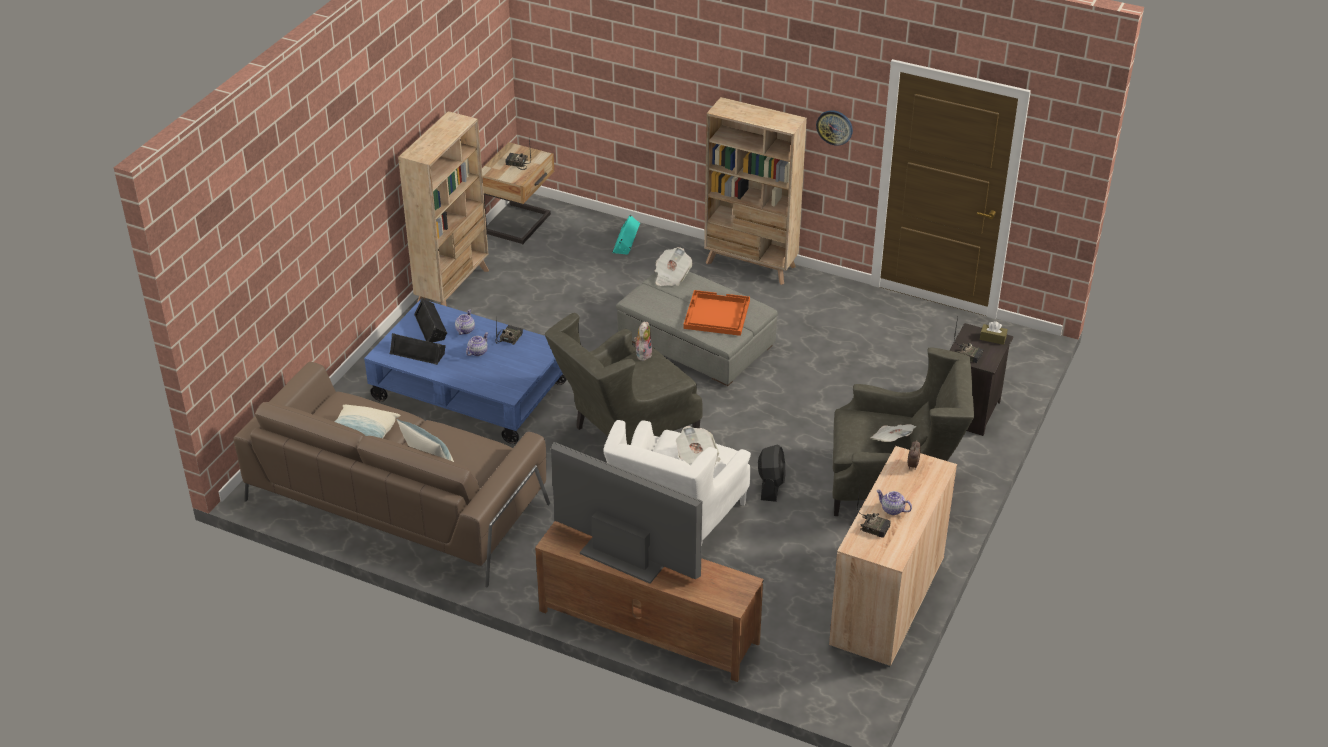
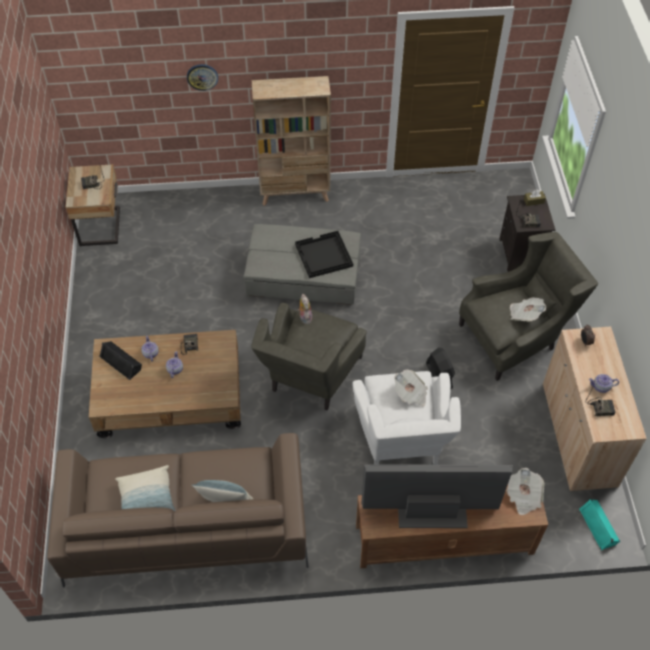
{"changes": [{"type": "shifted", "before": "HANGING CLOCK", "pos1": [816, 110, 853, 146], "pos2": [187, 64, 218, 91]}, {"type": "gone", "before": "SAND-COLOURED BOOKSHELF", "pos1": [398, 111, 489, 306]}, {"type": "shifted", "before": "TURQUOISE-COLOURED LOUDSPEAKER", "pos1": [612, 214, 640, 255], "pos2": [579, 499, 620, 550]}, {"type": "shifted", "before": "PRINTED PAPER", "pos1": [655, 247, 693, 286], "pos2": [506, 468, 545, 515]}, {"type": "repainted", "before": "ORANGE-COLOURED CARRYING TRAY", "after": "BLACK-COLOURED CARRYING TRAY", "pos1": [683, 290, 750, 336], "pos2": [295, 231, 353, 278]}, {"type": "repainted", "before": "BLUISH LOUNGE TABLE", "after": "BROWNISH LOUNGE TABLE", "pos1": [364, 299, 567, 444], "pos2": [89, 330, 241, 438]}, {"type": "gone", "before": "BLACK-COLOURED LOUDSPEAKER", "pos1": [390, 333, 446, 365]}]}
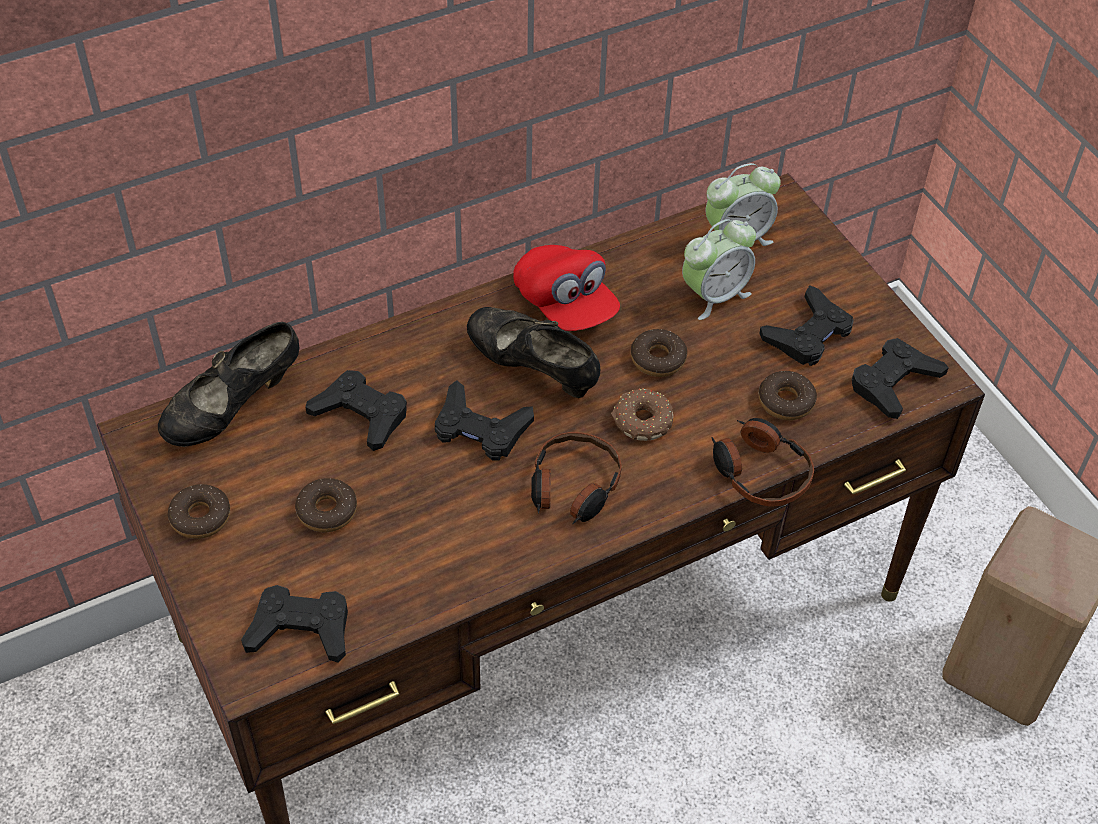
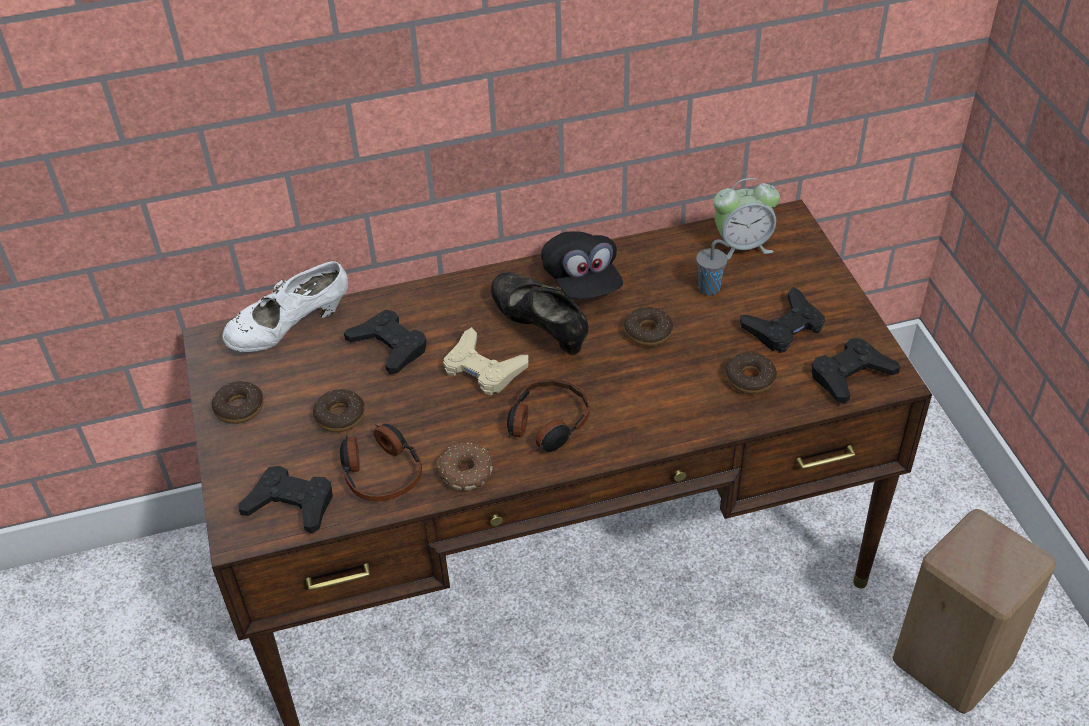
{"changes": [{"type": "swapped", "before": "ALARM CLOCK", "after": "GREYISH SMALL CUP", "pos1": [682, 219, 756, 320], "pos2": [696, 239, 730, 295]}, {"type": "repainted", "before": "RED-COLOURED CAP", "after": "BLACK-COLOURED CAP", "pos1": [513, 245, 620, 331], "pos2": [541, 231, 623, 299]}, {"type": "repainted", "before": "BLACK-COLOURED SHOE", "after": "WHITISH SHOE", "pos1": [158, 322, 299, 447], "pos2": [222, 261, 348, 352]}, {"type": "repainted", "before": "BLACK-COLOURED JOYPAD", "after": "SAND-COLOURED JOYPAD", "pos1": [435, 380, 534, 461], "pos2": [443, 327, 529, 395]}, {"type": "shifted", "before": "DOUGHNUT", "pos1": [611, 389, 673, 441], "pos2": [436, 442, 494, 490]}, {"type": "shifted", "before": "HEADSET", "pos1": [711, 418, 814, 507], "pos2": [340, 423, 422, 501]}]}
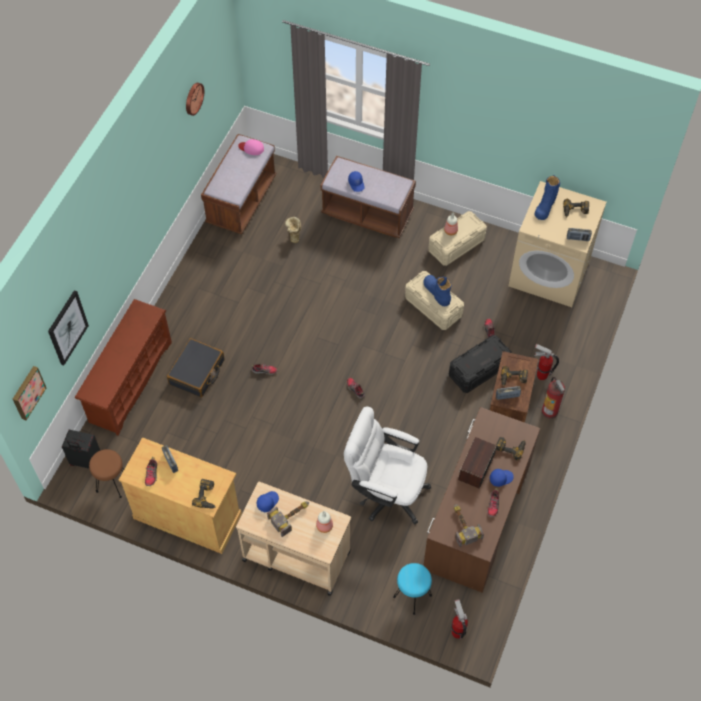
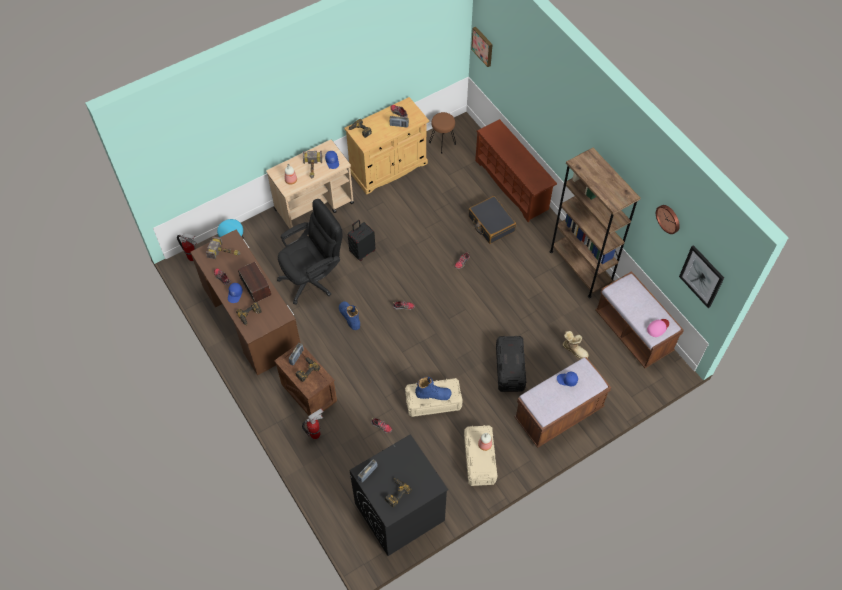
{"changes": [{"type": "shifted", "before": "BLUISH BOOT", "pos1": [535, 175, 560, 220], "pos2": [339, 301, 360, 330]}, {"type": "repainted", "before": "SAND-COLOURED LAUNDRY APPLIANCE", "after": "BLACK-COLOURED LAUNDRY APPLIANCE", "pos1": [508, 181, 607, 307], "pos2": [350, 434, 448, 556]}, {"type": "shifted", "before": "PICTURE", "pos1": [48, 290, 89, 366], "pos2": [679, 245, 724, 308]}, {"type": "shifted", "before": "BLACK-COLOURED STORAGE BOX", "pos1": [449, 335, 512, 393], "pos2": [496, 336, 527, 392]}, {"type": "gone", "before": "FIRE EXTINGUISHER", "pos1": [542, 377, 565, 419]}, {"type": "repainted", "before": "WHITISH COMPUTER CHAIR", "after": "BLACK-COLOURED COMPUTER CHAIR", "pos1": [344, 406, 431, 525], "pos2": [277, 199, 343, 305]}, {"type": "shifted", "before": "BLACK-COLOURED PIECE OF LUGGAGE", "pos1": [62, 430, 100, 469], "pos2": [348, 220, 375, 261]}, {"type": "new", "after": "BROWNISH BOOKSHELF", "pos2": [550, 148, 641, 298]}]}
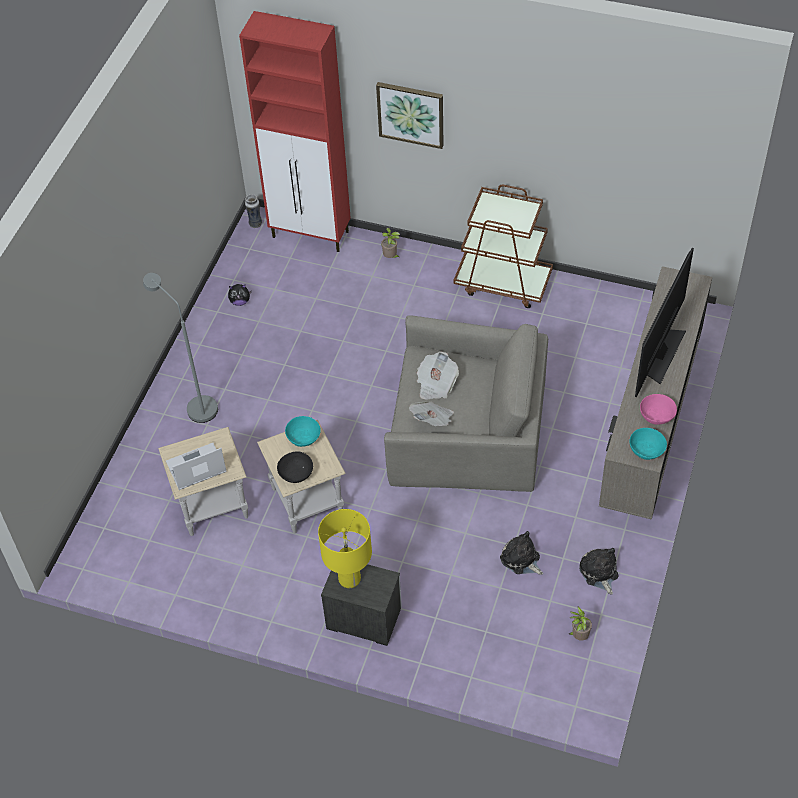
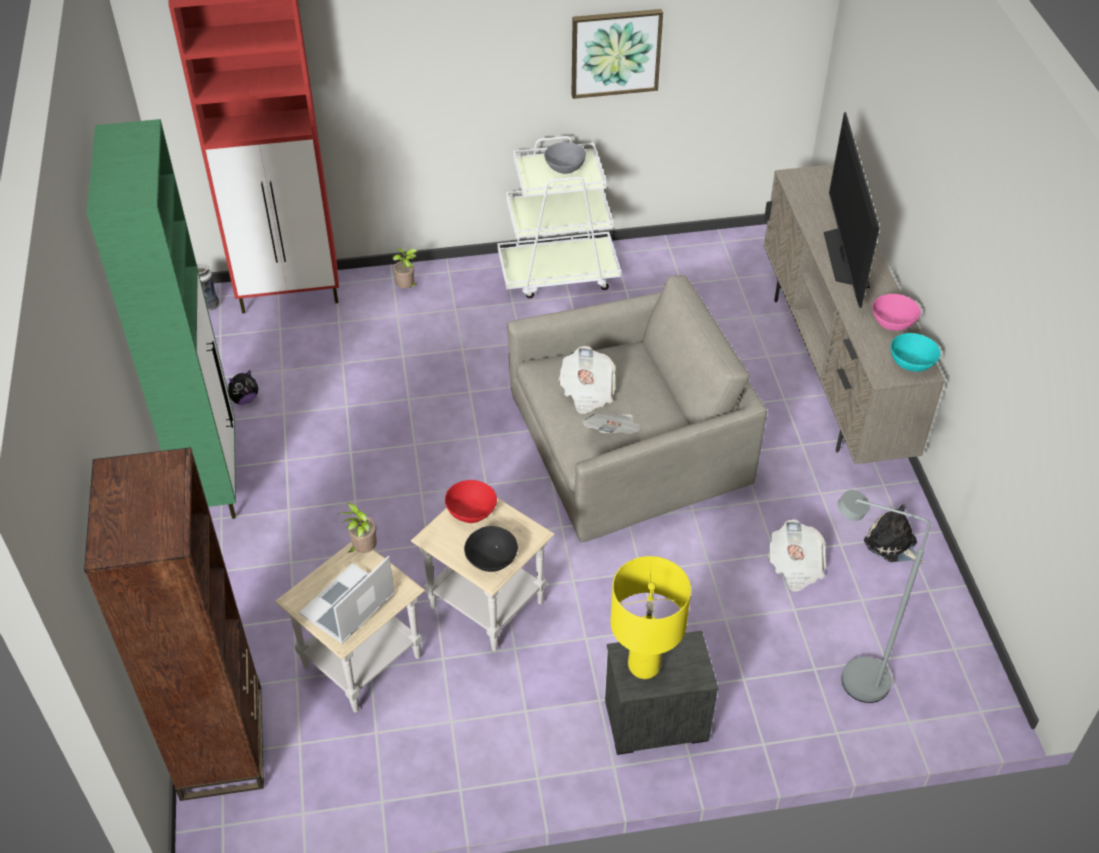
{"changes": [{"type": "shifted", "before": "PICTURE", "pos1": [376, 82, 444, 149], "pos2": [571, 9, 663, 99]}, {"type": "repainted", "before": "BROWNISH CART", "after": "WHITISH CART", "pos1": [454, 184, 553, 308], "pos2": [498, 136, 621, 298]}, {"type": "shifted", "before": "GREYISH STANDING LAMP", "pos1": [143, 273, 218, 423], "pos2": [838, 490, 930, 703]}, {"type": "repainted", "before": "TURQUOISE-COLOURED DEEP DISH", "after": "RED-COLOURED DEEP DISH", "pos1": [285, 416, 321, 447], "pos2": [445, 480, 497, 523]}, {"type": "swapped", "before": "PLUSH TOY", "after": "PRINTED PAPER", "pos1": [500, 531, 543, 575], "pos2": [768, 519, 826, 592]}, {"type": "shifted", "before": "PLANT IN A POT", "pos1": [569, 607, 592, 641], "pos2": [339, 503, 377, 553]}, {"type": "new", "after": "GREENISH CUPBOARD", "pos2": [87, 119, 236, 519]}, {"type": "new", "after": "GREYISH DEEP DISH", "pos2": [544, 142, 586, 174]}, {"type": "new", "after": "BROWNISH BOOKSHELF", "pos2": [84, 447, 264, 801]}]}
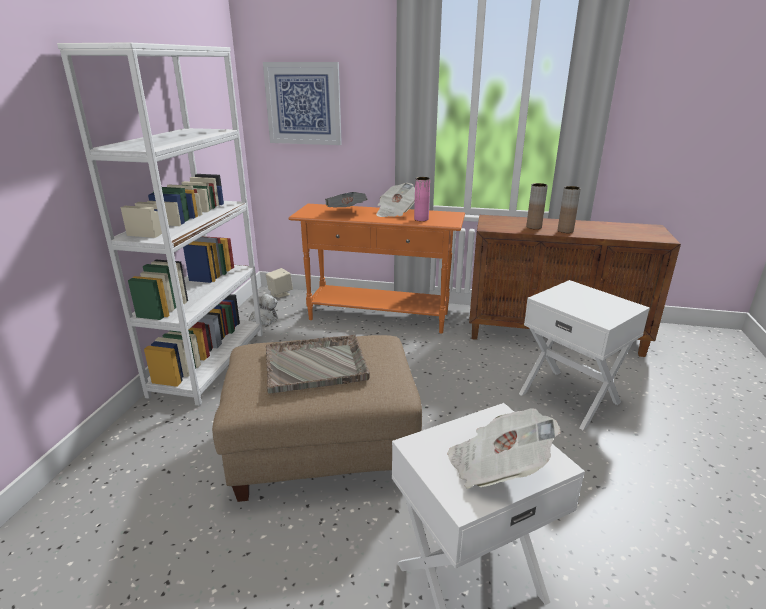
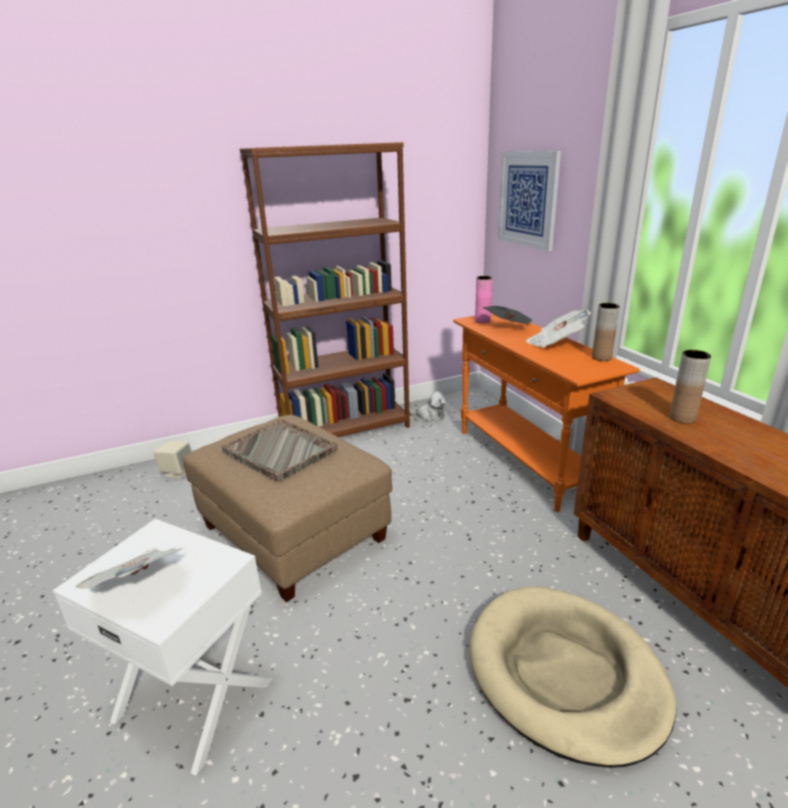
{"changes": [{"type": "repainted", "before": "WHITISH BOOKSHELF", "after": "BROWNISH BOOKSHELF", "pos1": [57, 43, 263, 406], "pos2": [240, 142, 410, 437]}, {"type": "shifted", "before": "PINKISH VASE", "pos1": [414, 177, 430, 221], "pos2": [475, 276, 493, 323]}, {"type": "shifted", "before": "BROWNISH VASE", "pos1": [558, 186, 581, 233], "pos2": [592, 303, 620, 361]}, {"type": "shifted", "before": "SAND-COLOURED LOUDSPEAKER", "pos1": [266, 268, 293, 298], "pos2": [154, 441, 192, 479]}, {"type": "swapped", "before": "WHITISH SIDE TABLE", "after": "SAND-COLOURED PET BED", "pos1": [519, 280, 650, 430], "pos2": [470, 586, 677, 768]}]}
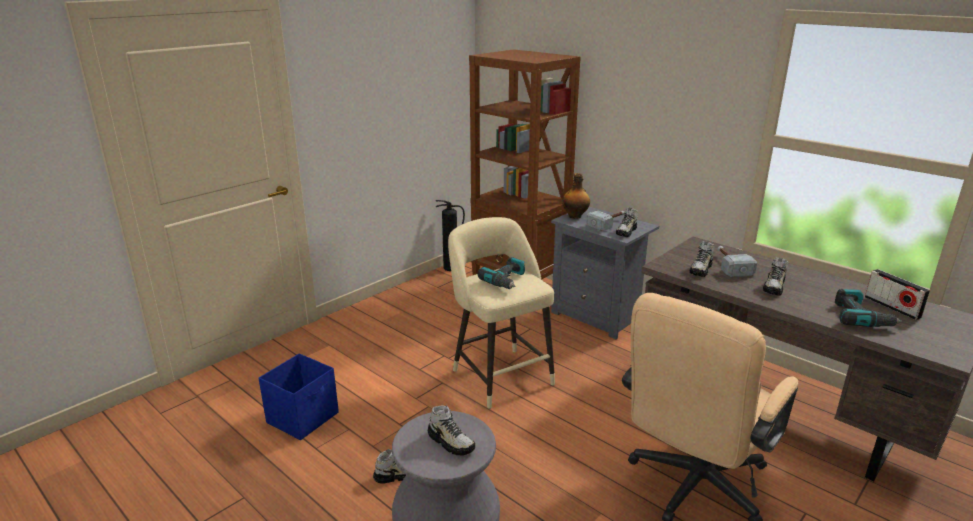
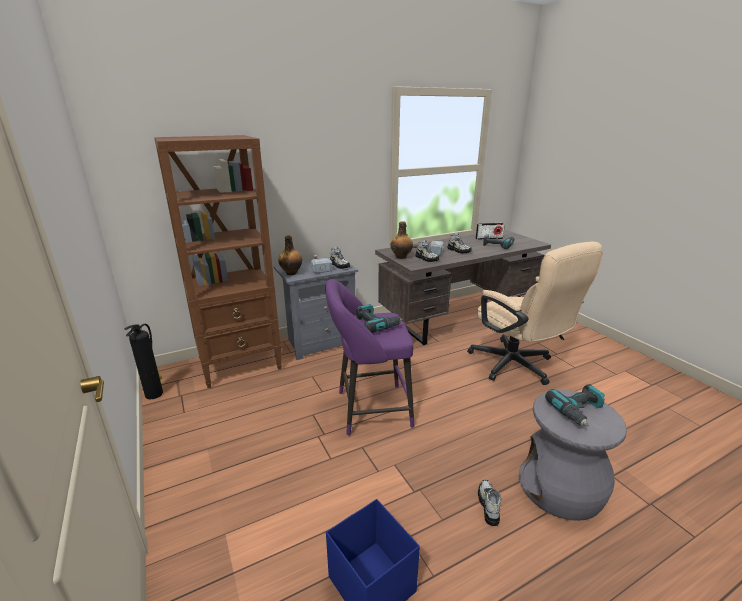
{"changes": [{"type": "repainted", "before": "SAND-COLOURED STOOL SEAT", "after": "PURPLE STOOL SEAT", "pos1": [448, 217, 555, 409], "pos2": [325, 279, 414, 436]}, {"type": "swapped", "before": "SHOE", "after": "POWER DRILL", "pos1": [428, 405, 475, 456], "pos2": [545, 384, 605, 426]}, {"type": "new", "after": "DRINK BOTTLE", "pos2": [390, 221, 413, 259]}]}
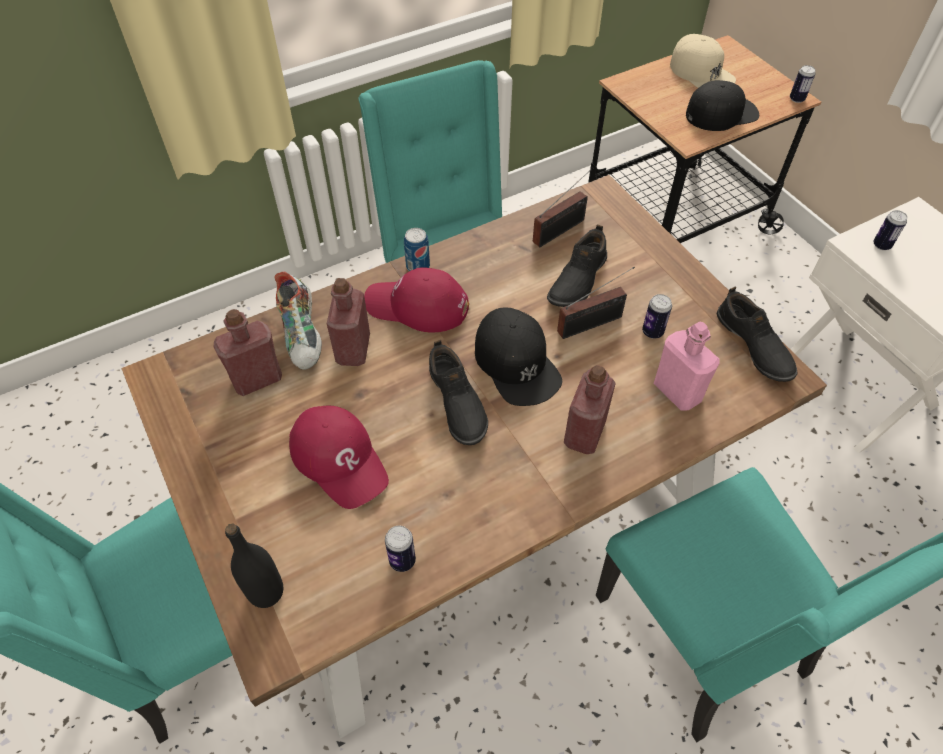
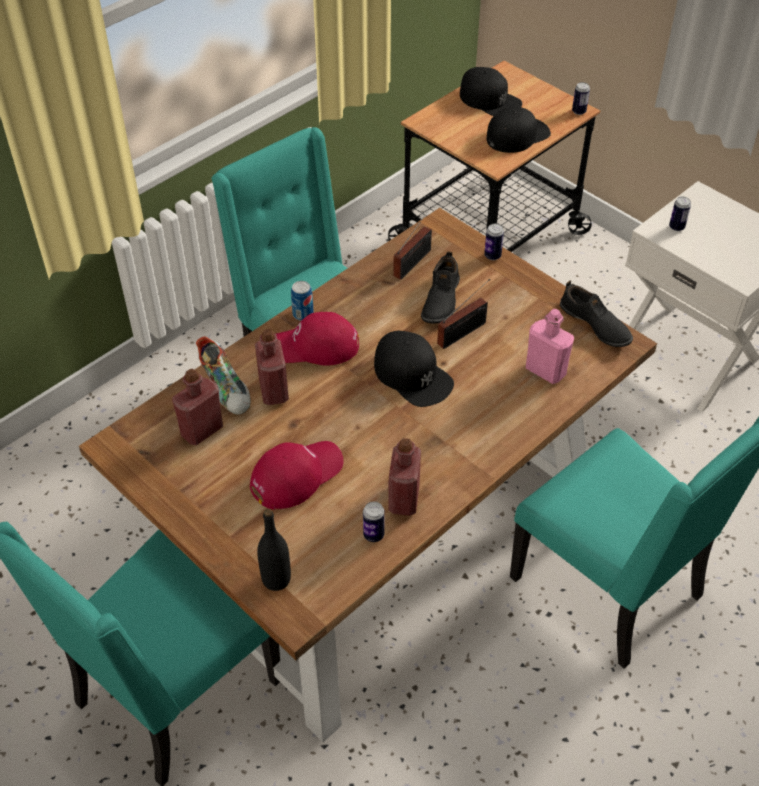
{"changes": [{"type": "repainted", "before": "SAND-COLOURED CAP", "after": "BLACK-COLOURED CAP", "pos1": [670, 34, 736, 88], "pos2": [460, 67, 522, 116]}, {"type": "shifted", "before": "SEALED CAN", "pos1": [642, 294, 672, 339], "pos2": [484, 224, 504, 260]}, {"type": "gone", "before": "BLACK-COLOURED SHOE", "pos1": [429, 340, 488, 445]}, {"type": "shifted", "before": "RED-COLOURED DRINK BOTTLE", "pos1": [564, 365, 616, 454], "pos2": [388, 438, 421, 516]}, {"type": "rotated", "before": "RED-COLOURED CAP", "pos1": [289, 405, 389, 509], "pos2": [250, 441, 343, 510], "turn": -75}]}
